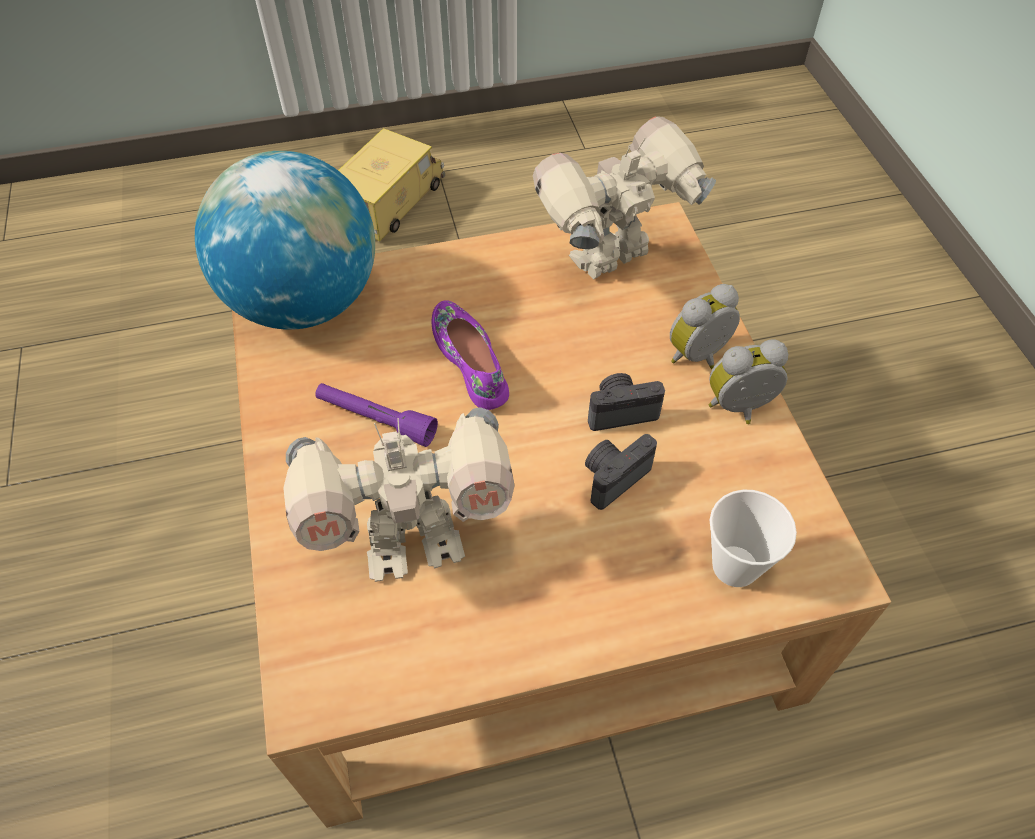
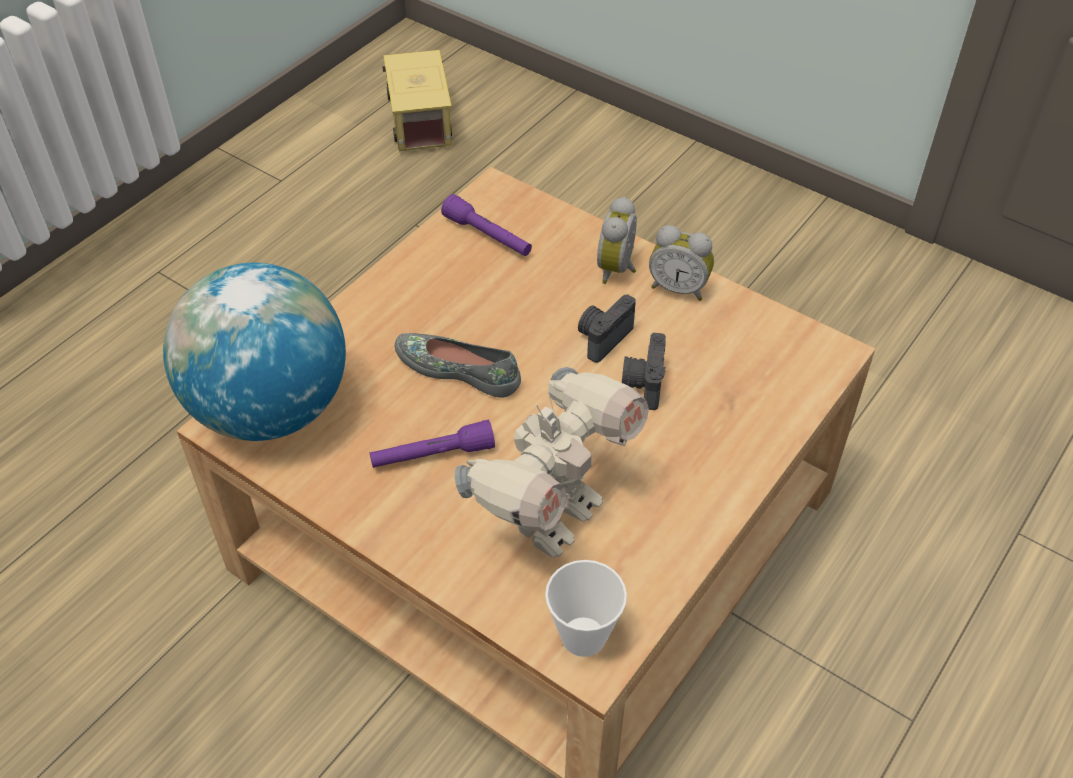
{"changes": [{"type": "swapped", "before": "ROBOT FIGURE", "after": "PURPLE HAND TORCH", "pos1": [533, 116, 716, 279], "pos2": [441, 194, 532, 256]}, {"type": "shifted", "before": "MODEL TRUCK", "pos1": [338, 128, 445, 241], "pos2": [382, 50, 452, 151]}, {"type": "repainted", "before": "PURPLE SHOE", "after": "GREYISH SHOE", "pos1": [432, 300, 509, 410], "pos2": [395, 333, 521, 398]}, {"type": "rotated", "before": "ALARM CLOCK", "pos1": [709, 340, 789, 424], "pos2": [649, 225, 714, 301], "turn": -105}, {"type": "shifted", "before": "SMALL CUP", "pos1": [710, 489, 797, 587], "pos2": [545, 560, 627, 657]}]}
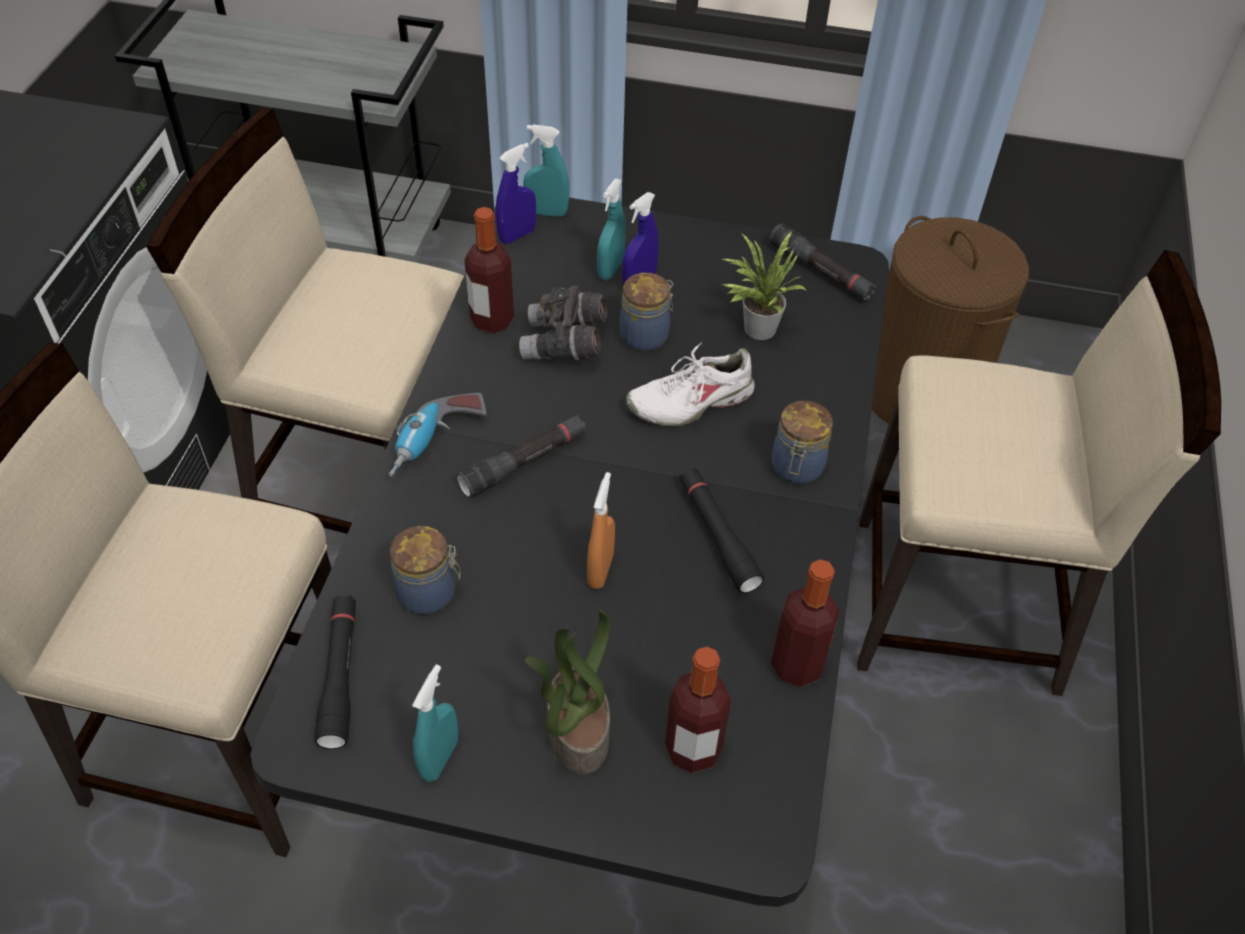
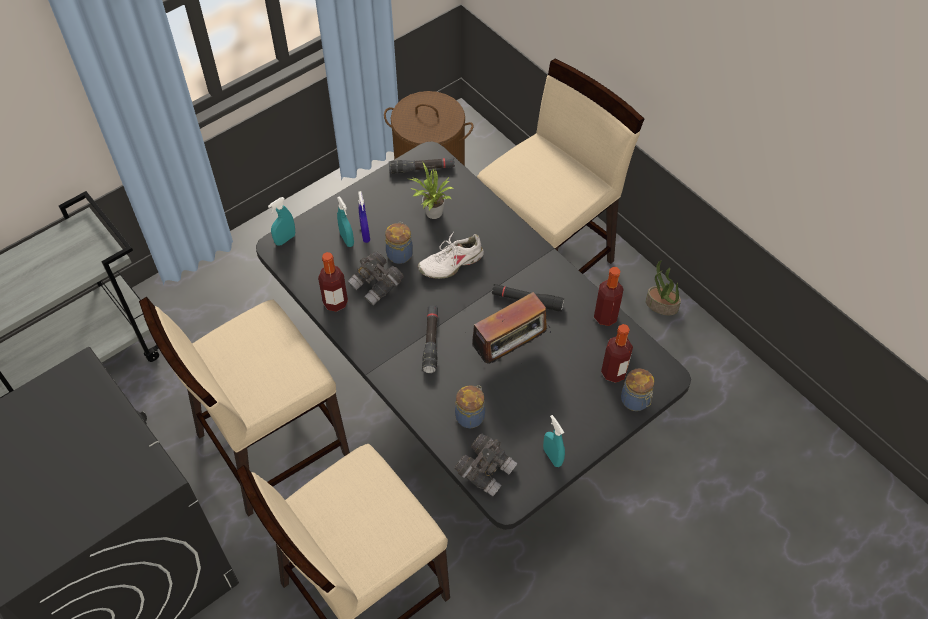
{"changes": [{"type": "gone", "before": "BLUISH SPRAY BOTTLE", "pos1": [496, 143, 536, 244]}, {"type": "rotated", "before": "WHITISH SHOE", "pos1": [626, 342, 755, 426], "pos2": [418, 232, 484, 279], "turn": 45}, {"type": "gone", "before": "POWER DRILL", "pos1": [389, 393, 486, 476]}, {"type": "shifted", "before": "PRESERVE JAR", "pos1": [772, 400, 833, 484], "pos2": [621, 368, 654, 411]}, {"type": "swapped", "before": "ORANGE-COLOURED SPRAY BOTTLE", "after": "RADIO RECEIVER", "pos1": [587, 472, 615, 589], "pos2": [472, 292, 551, 364]}, {"type": "swapped", "before": "BLACK-COLOURED HAND TORCH", "after": "GREYISH PAIR OF BINOCULARS", "pos1": [314, 595, 356, 749], "pos2": [455, 434, 517, 497]}, {"type": "shifted", "before": "PLANT IN A POT", "pos1": [525, 610, 610, 775], "pos2": [646, 260, 681, 315]}]}
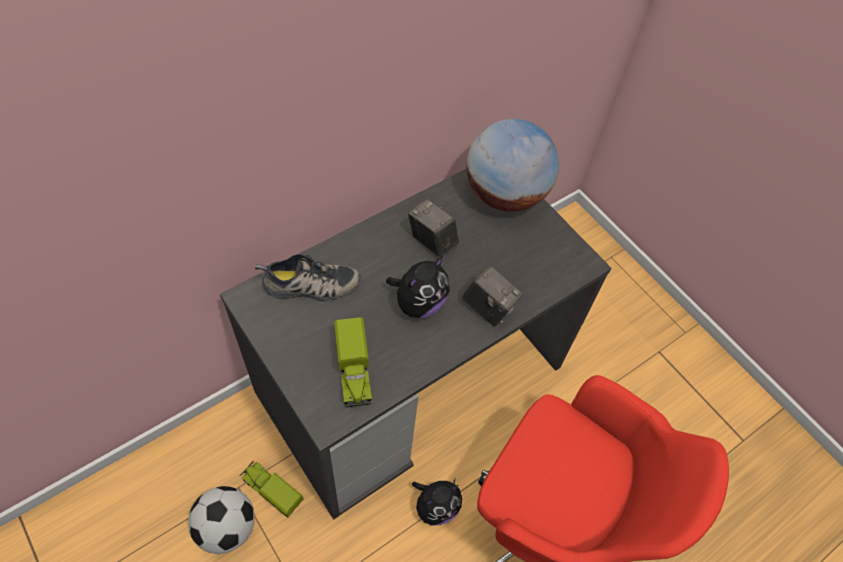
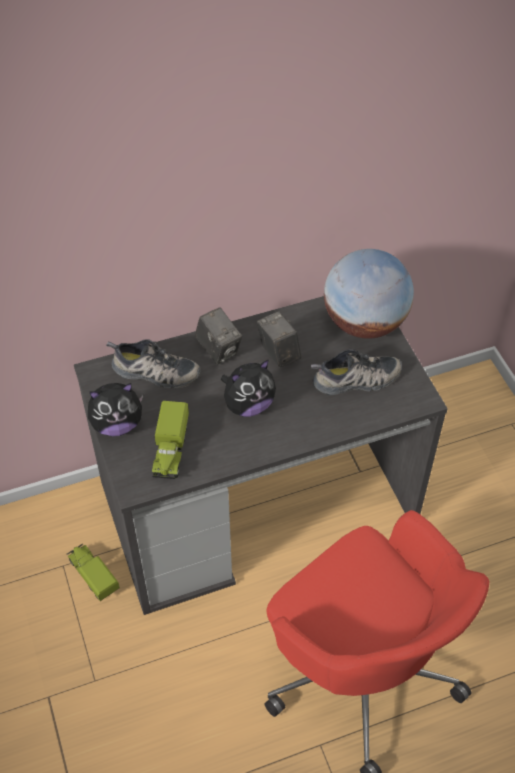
{"changes": [{"type": "shifted", "before": "PHOTO CAMERA", "pos1": [462, 265, 523, 327], "pos2": [195, 307, 242, 364]}, {"type": "shifted", "before": "PLUSH TOY", "pos1": [412, 479, 462, 525], "pos2": [88, 383, 143, 436]}, {"type": "gone", "before": "FOOTBALL", "pos1": [188, 486, 255, 554]}, {"type": "new", "after": "SHOE", "pos2": [311, 349, 402, 395]}]}
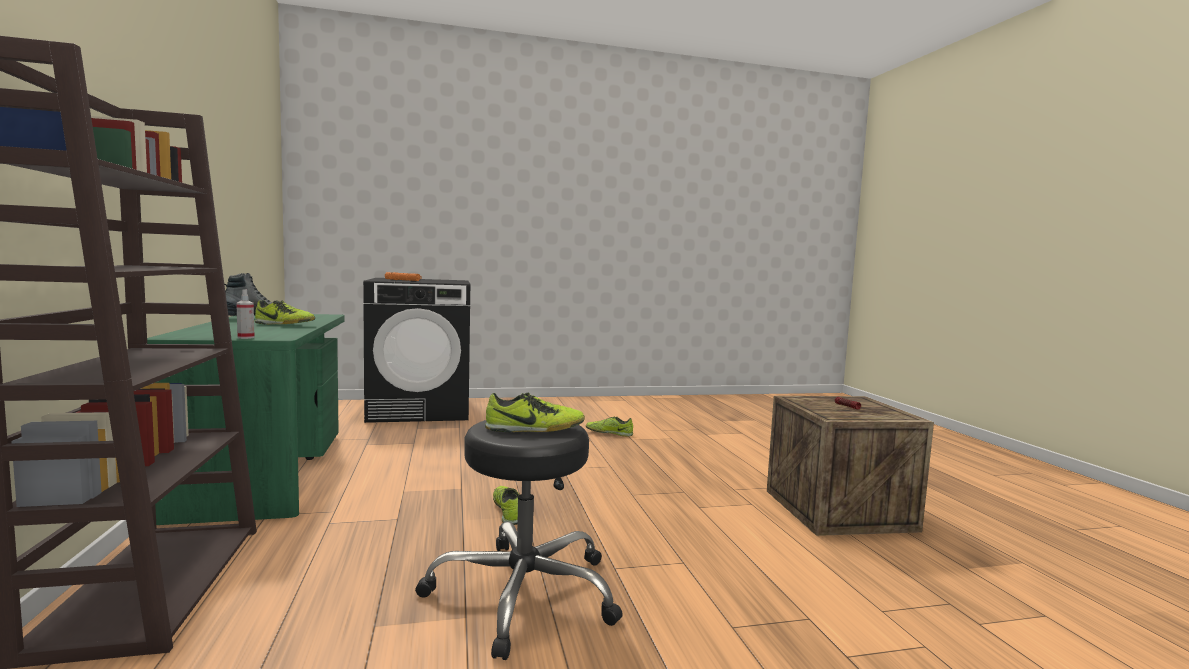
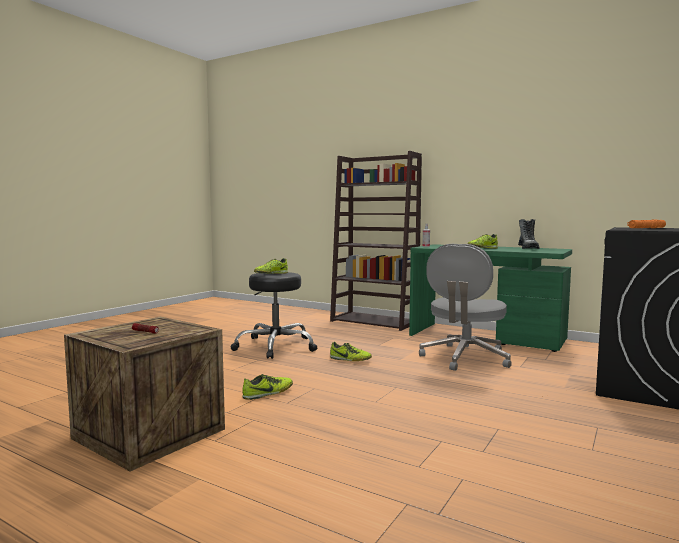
{"changes": [{"type": "shifted", "before": "SHOE", "pos1": [586, 417, 633, 437], "pos2": [242, 374, 293, 400]}, {"type": "new", "after": "GREYISH COMPUTER CHAIR", "pos2": [419, 244, 512, 371]}]}
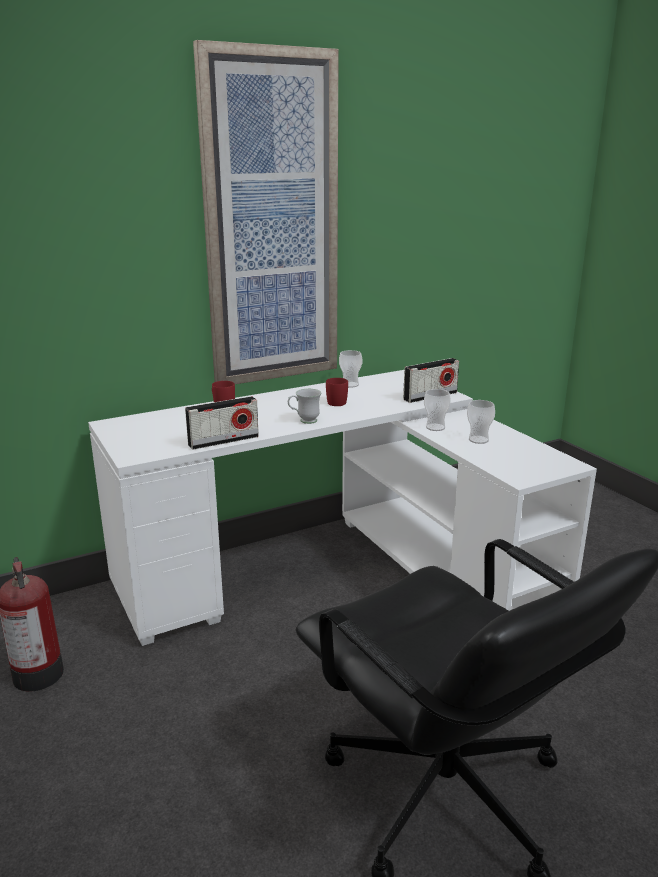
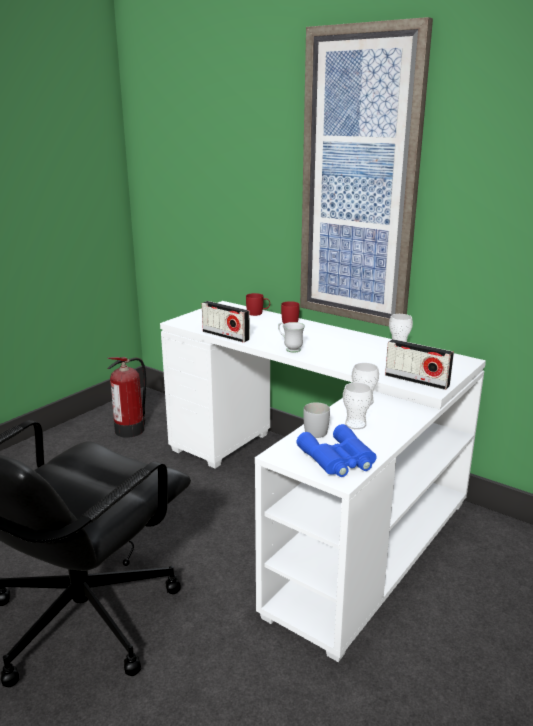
{"changes": [{"type": "shifted", "before": "RED-COLOURED MUG", "pos1": [326, 378, 348, 406], "pos2": [246, 293, 270, 316]}, {"type": "new", "after": "WHITISH MUG", "pos2": [303, 402, 330, 438]}, {"type": "new", "after": "BLUISH PAIR OF BINOCULARS", "pos2": [297, 424, 377, 477]}]}
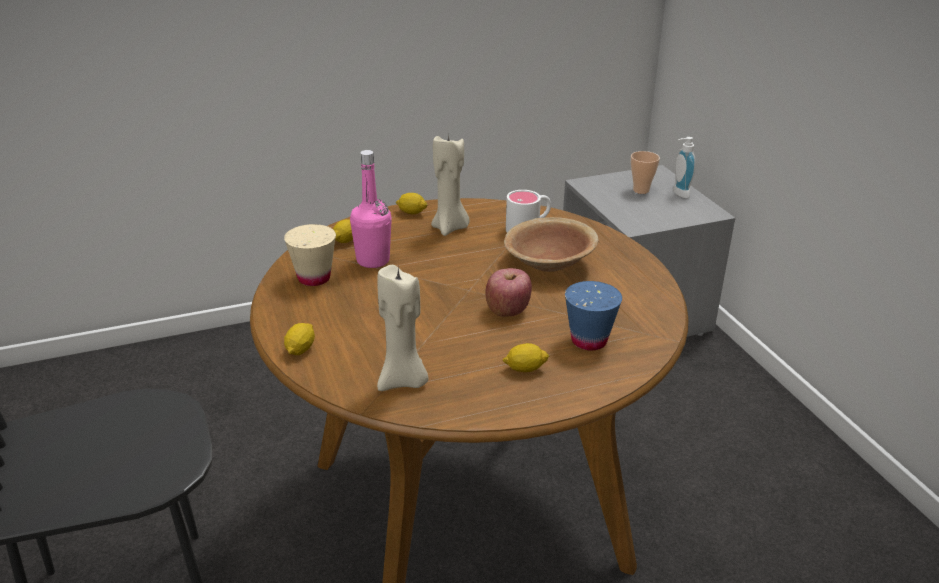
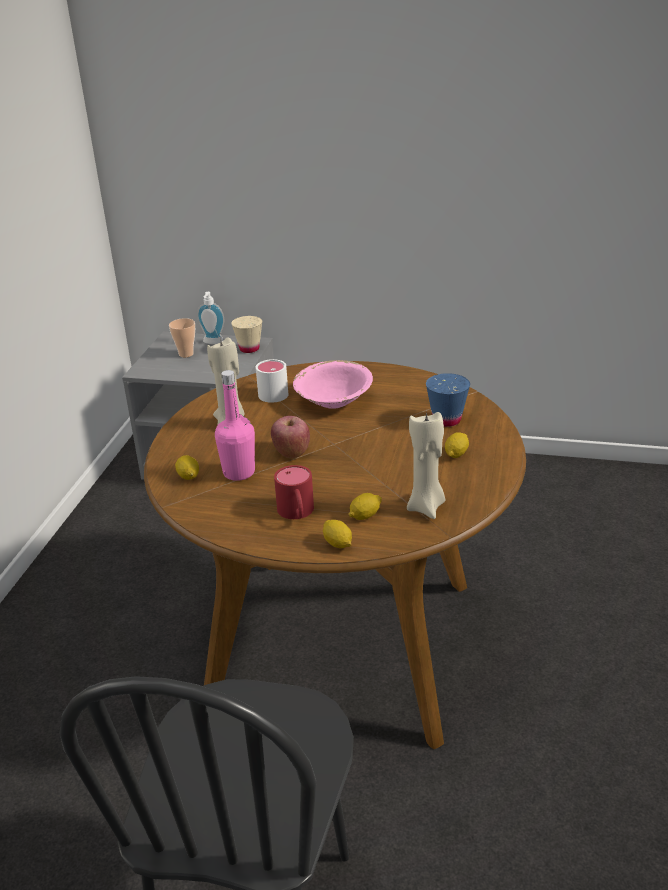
{"changes": [{"type": "shifted", "before": "CITRUS FRUIT", "pos1": [396, 193, 428, 214], "pos2": [348, 493, 382, 520]}, {"type": "repainted", "before": "BROWNISH DEEP DISH", "after": "PINKISH DEEP DISH", "pos1": [504, 217, 598, 272], "pos2": [293, 360, 373, 409]}, {"type": "shifted", "before": "SAND-COLOURED SMALL CUP", "pos1": [284, 224, 336, 286], "pos2": [231, 316, 262, 353]}, {"type": "shifted", "before": "APPLE", "pos1": [485, 268, 532, 317], "pos2": [271, 416, 310, 458]}, {"type": "new", "after": "RED-COLOURED MUG", "pos2": [274, 465, 314, 519]}]}
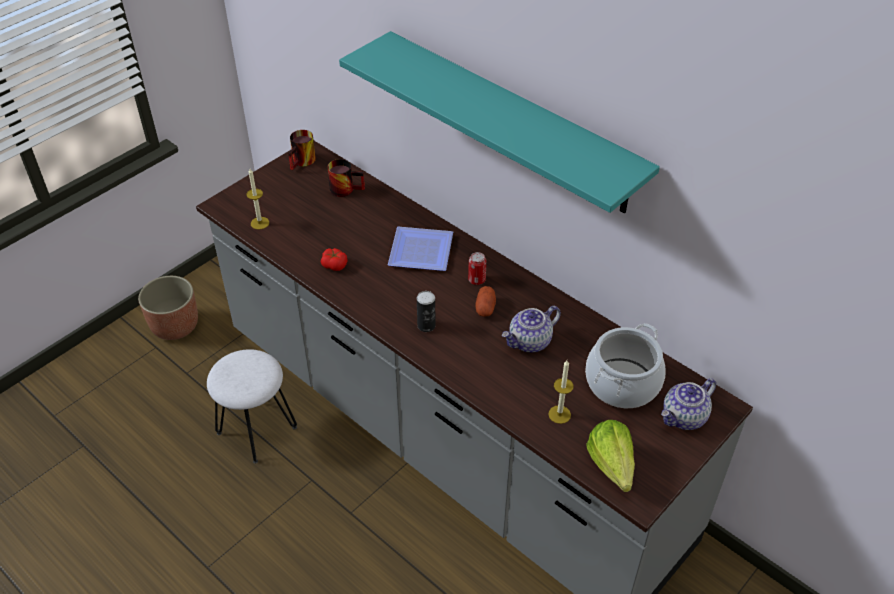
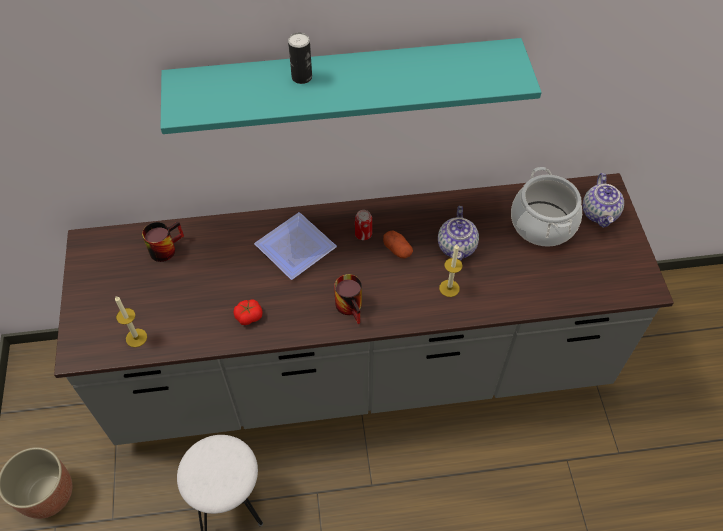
{"changes": [{"type": "shifted", "before": "MUG", "pos1": [288, 130, 316, 170], "pos2": [334, 274, 362, 324]}, {"type": "shifted", "before": "SEALED CAN", "pos1": [417, 291, 436, 332], "pos2": [288, 33, 312, 84]}, {"type": "shifted", "before": "WAX CANDLE", "pos1": [548, 360, 574, 424], "pos2": [439, 244, 462, 297]}, {"type": "gone", "before": "LETTUCE HEAD", "pos1": [586, 420, 635, 492]}]}
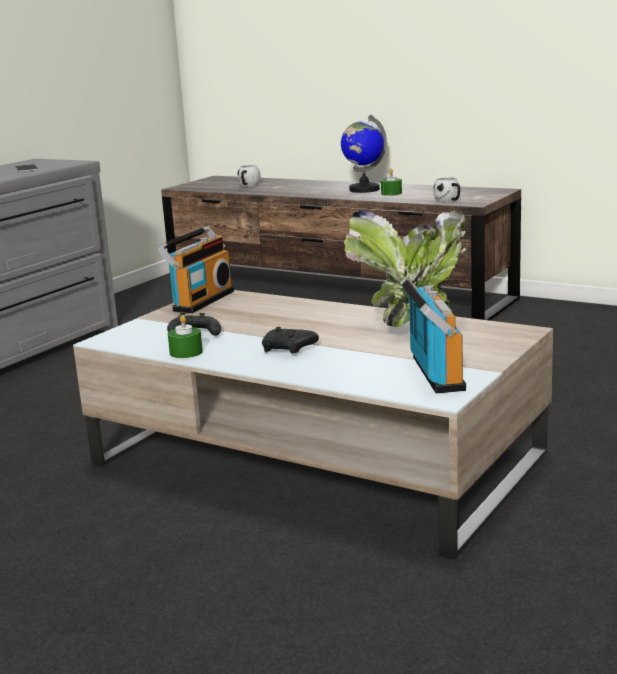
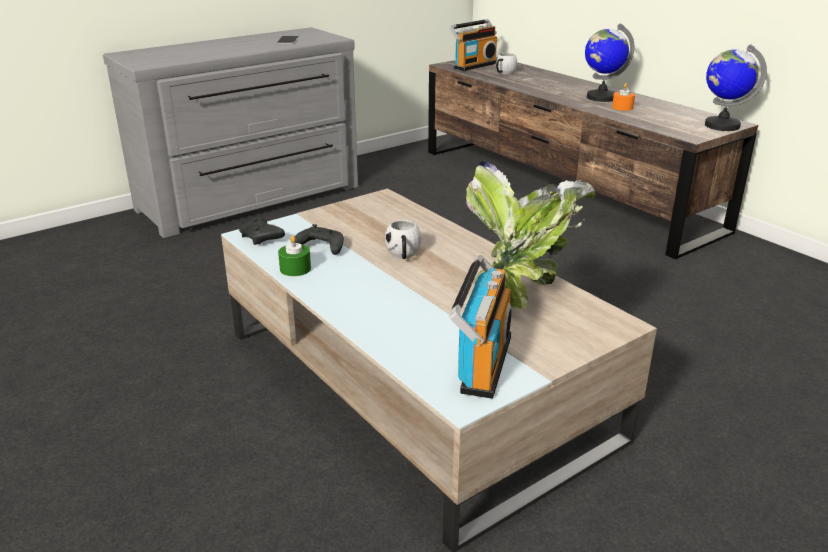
{"changes": [{"type": "repainted", "before": "GREENISH WAX CANDLE", "after": "ORANGE-COLOURED WAX CANDLE", "pos1": [381, 169, 402, 196], "pos2": [612, 83, 635, 111]}, {"type": "shifted", "before": "WHITISH MUG", "pos1": [433, 177, 460, 203], "pos2": [385, 220, 421, 259]}, {"type": "shifted", "before": "RADIO RECEIVER", "pos1": [157, 226, 234, 313], "pos2": [450, 19, 497, 71]}, {"type": "shifted", "before": "BLACK-COLOURED JOYPAD", "pos1": [262, 327, 319, 354], "pos2": [239, 218, 285, 245]}, {"type": "new", "after": "WORLD GLOBE", "pos2": [705, 44, 767, 131]}]}
